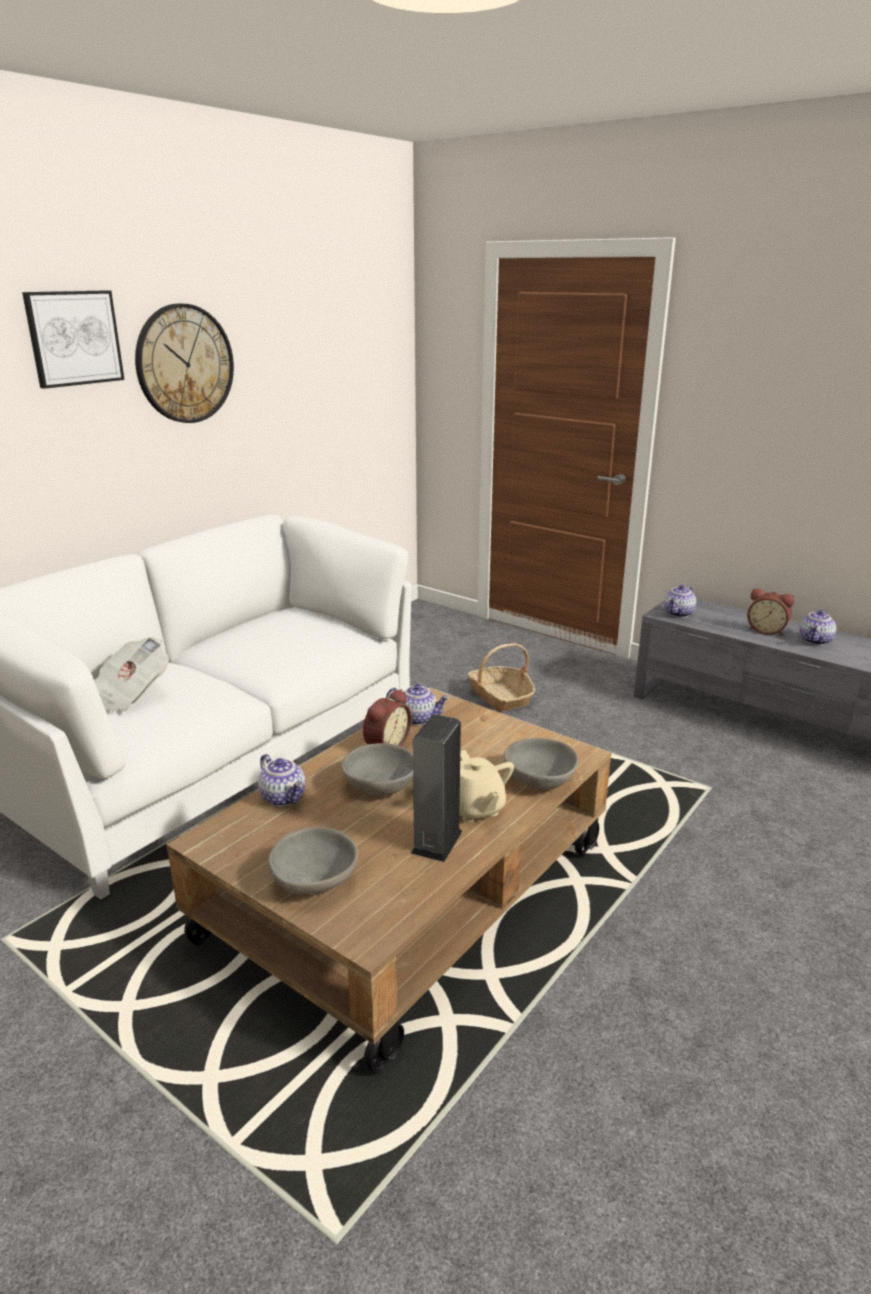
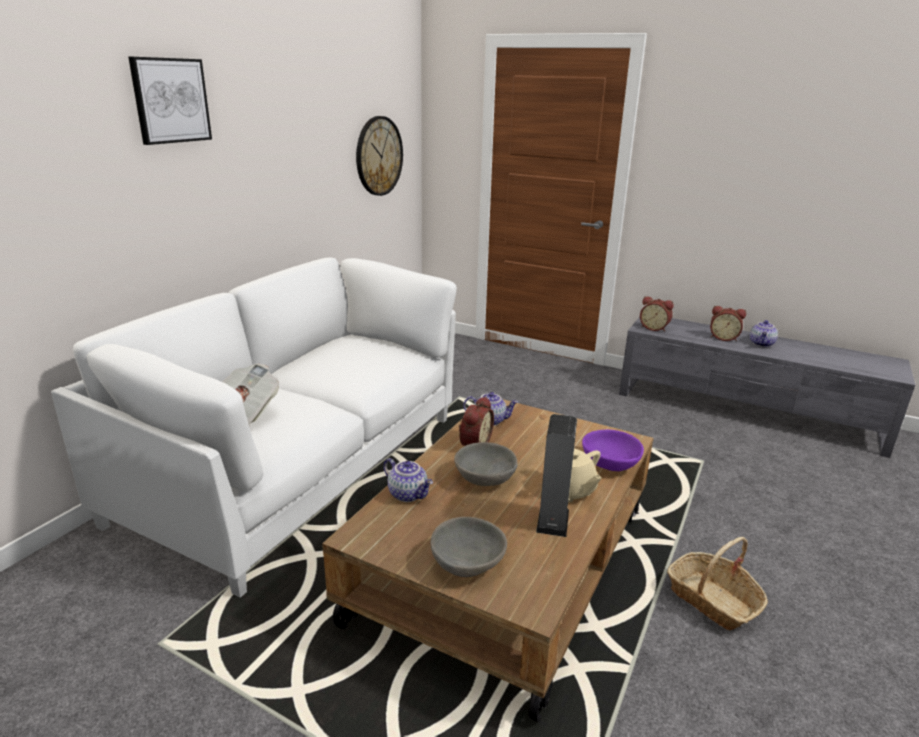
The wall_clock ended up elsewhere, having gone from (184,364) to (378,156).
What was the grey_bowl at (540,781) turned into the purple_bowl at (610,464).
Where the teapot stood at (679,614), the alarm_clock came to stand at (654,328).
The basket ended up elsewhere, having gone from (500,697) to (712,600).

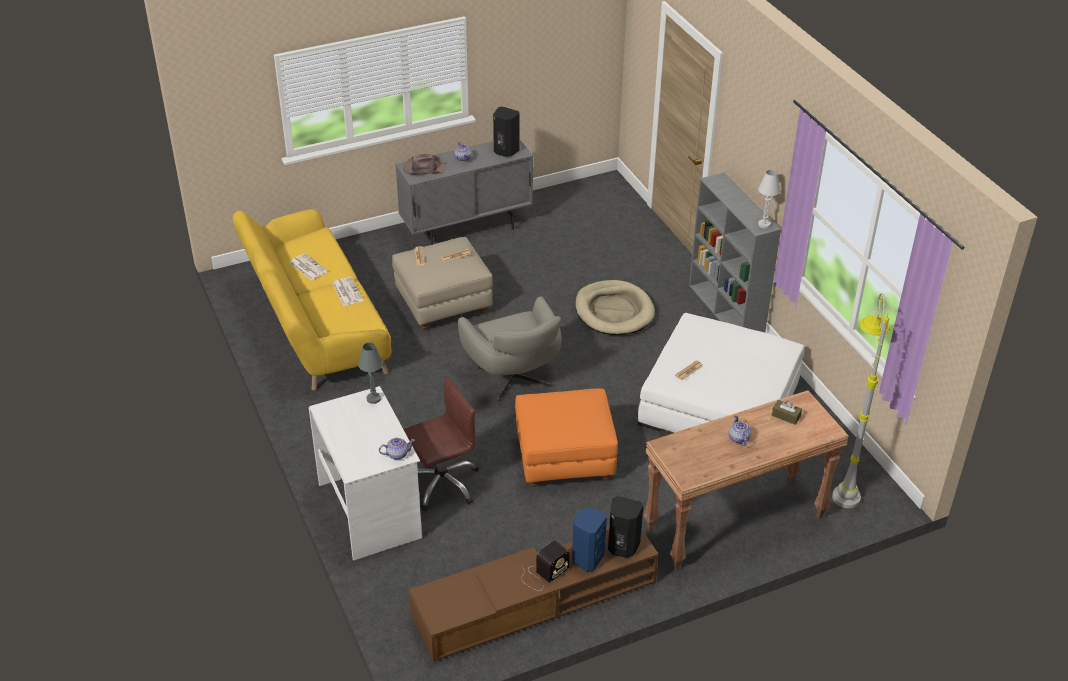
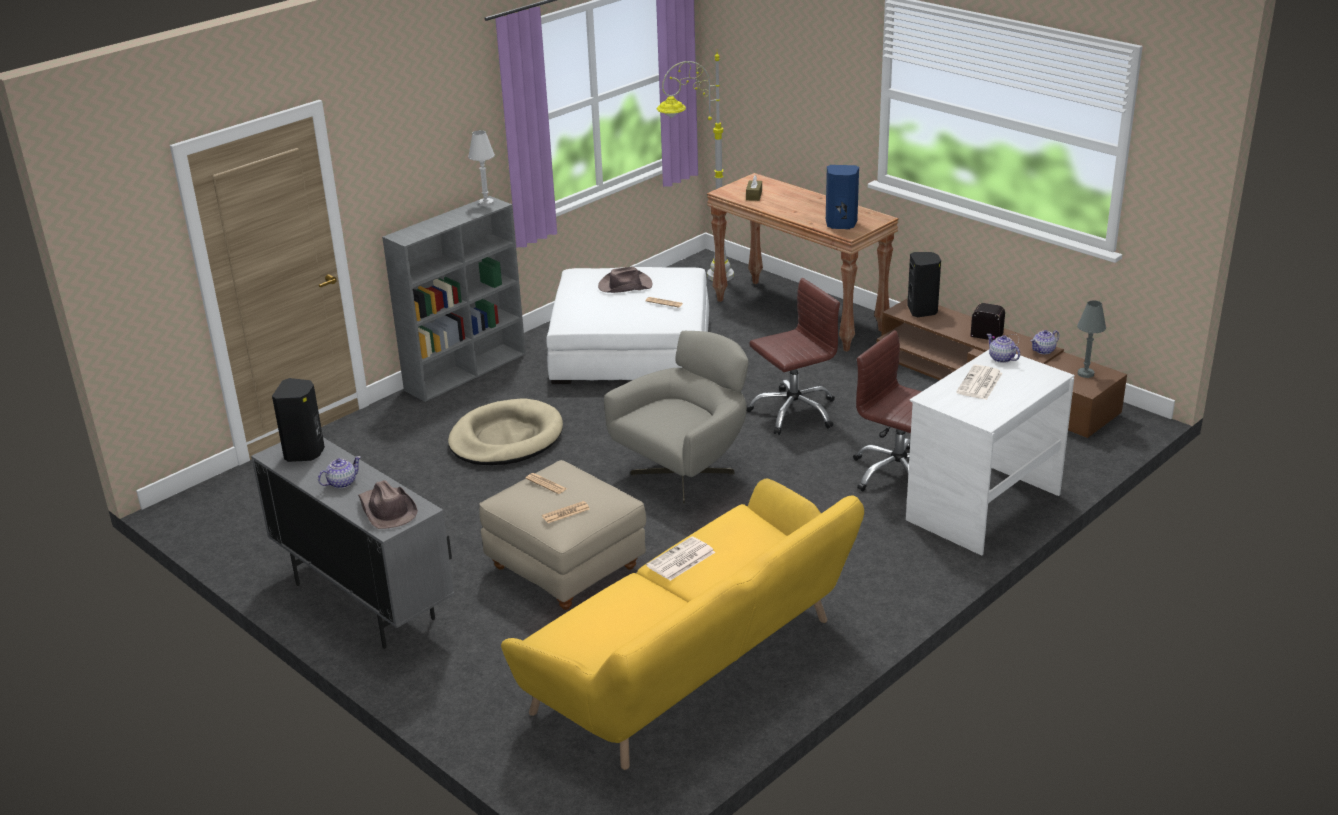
The second view gained the brown_hat at (624,285).
Where the orange_ottoman stood at (564,460), the brown_office_chair came to stand at (793,412).
The blue_speaker ended up elsewhere, having gone from (587,558) to (840,224).
The newspaper ended up elsewhere, having gone from (307,267) to (979,383).
The teapot ended up elsewhere, having gone from (738,438) to (1043,350).
The grey_table_lamp ended up elsewhere, having gone from (373,398) to (1085,374).

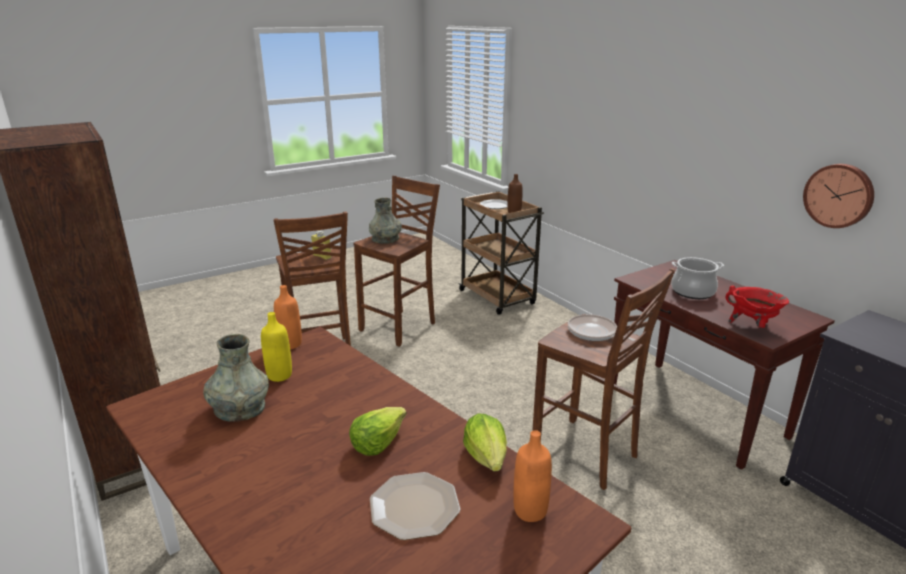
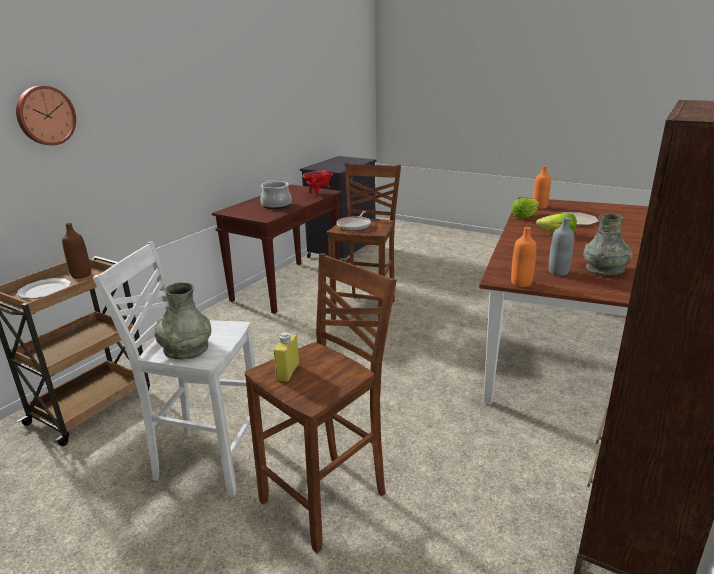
The wall_clock ended up elsewhere, having gone from (839,195) to (45,115).
What was the brown_stool at (400,327) turned into the white_stool at (207,460).
What was the yellow_bottle at (279,375) turned into the grey_bottle at (558,272).

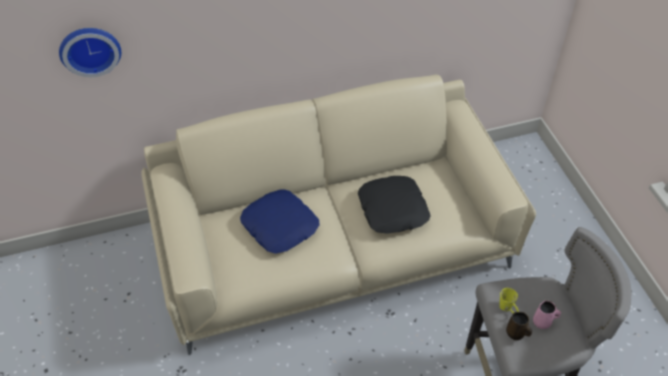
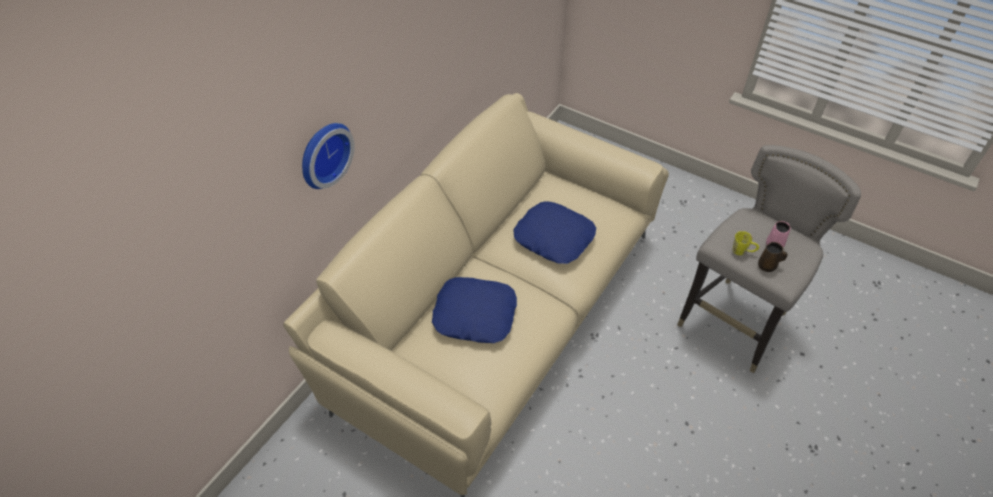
The wall_clock ended up elsewhere, having gone from (90,49) to (323,153).
What was the black_pillow at (393,209) turned into the blue_pillow at (554,237).

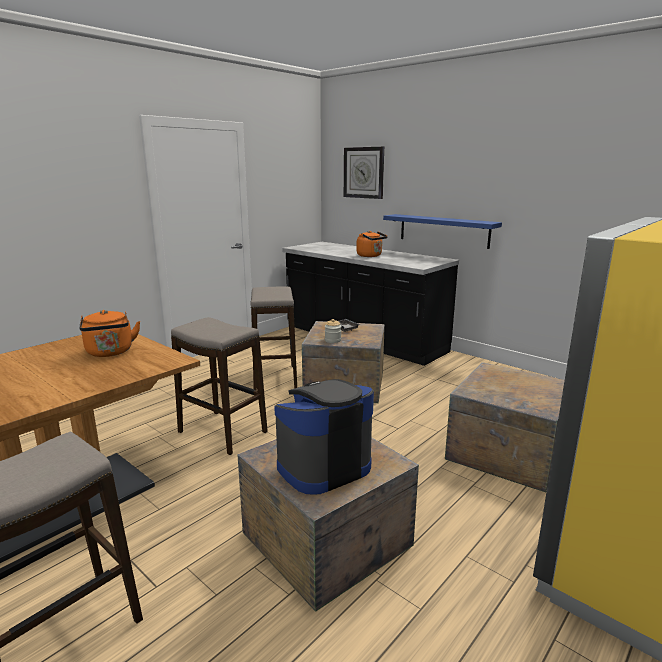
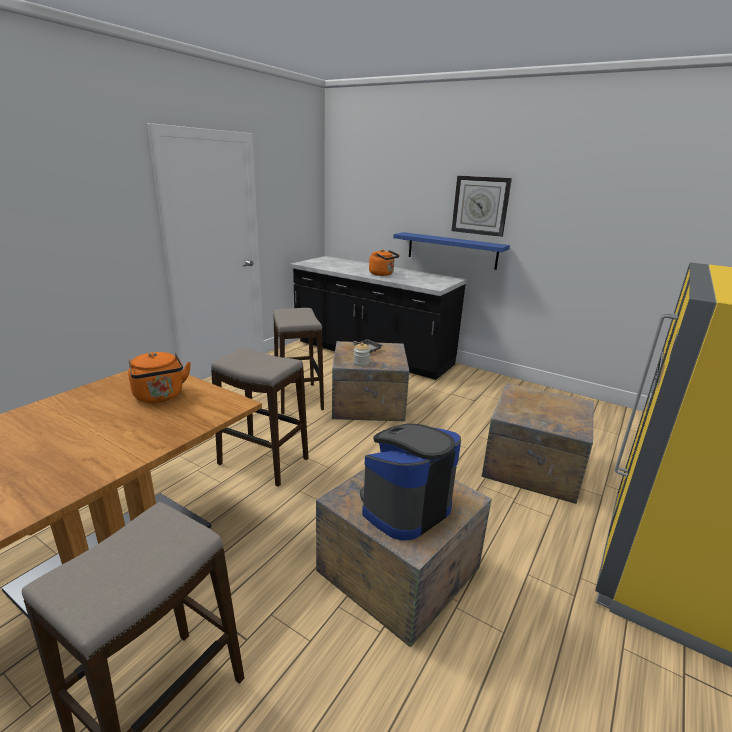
The wall_clock ended up elsewhere, having gone from (364,172) to (480,205).

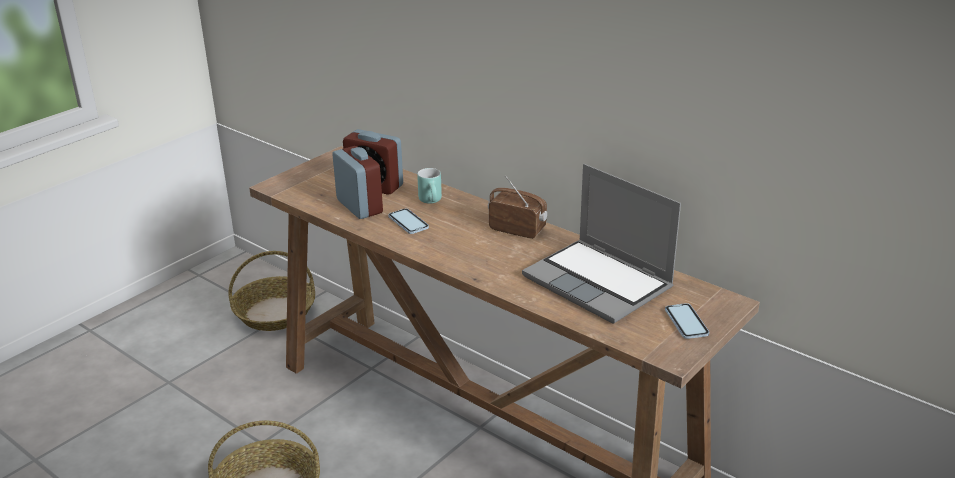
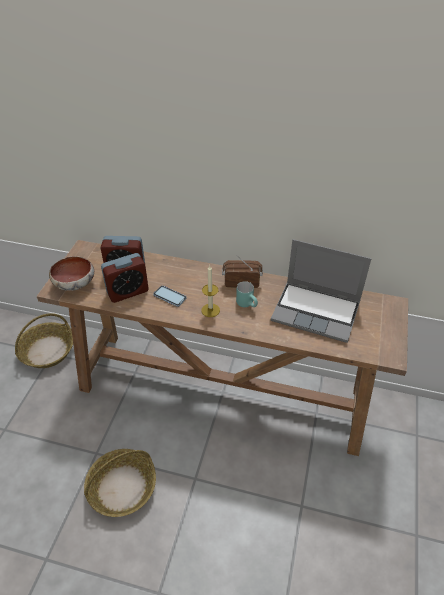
The second view gained the bowl at (75,283).
The alarm_clock at (359,206) ended up facing another way, 120 degrees clockwise from before.
The second view gained the candle at (210,310).
The turquoise_mug ended up elsewhere, having gone from (433,201) to (248,304).
The second view lost the phone at (686,322).

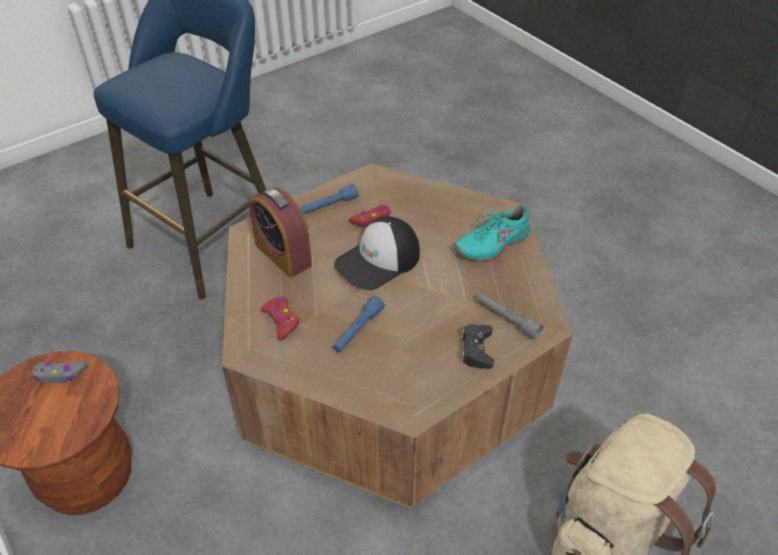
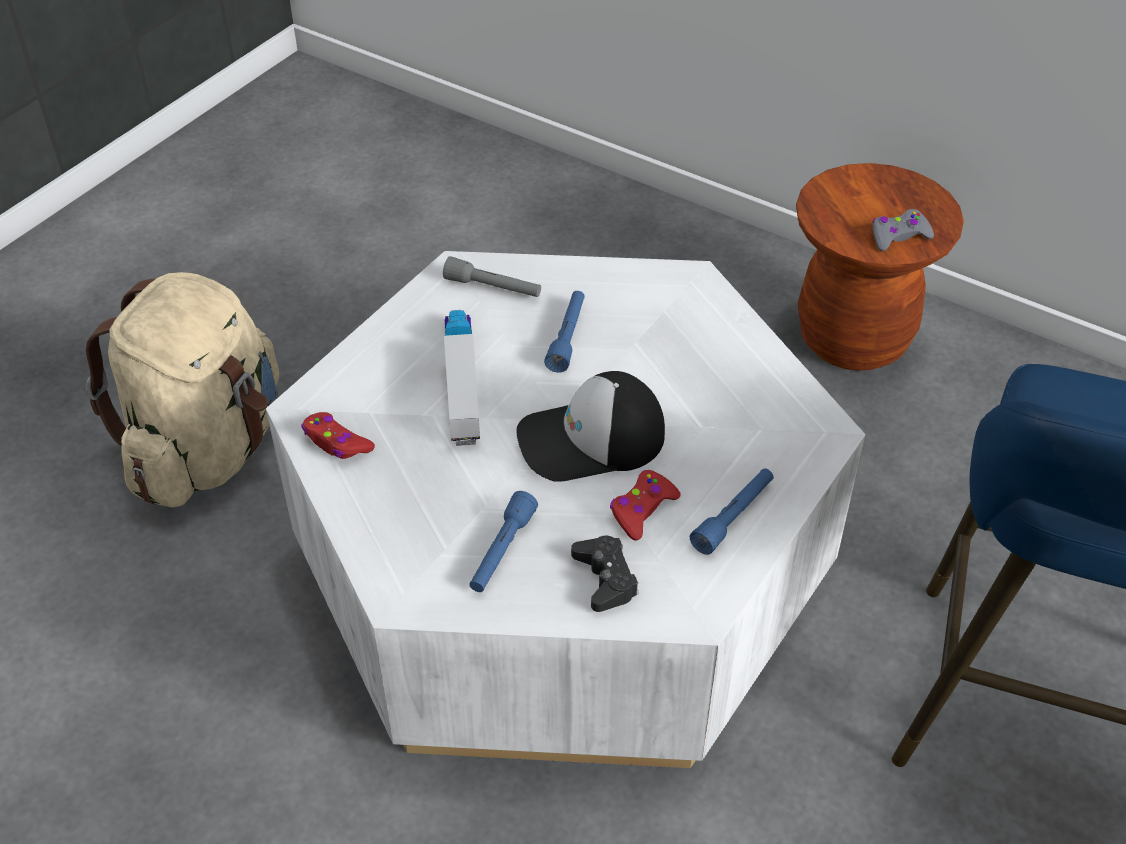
What was the brown_coffee_table at (389,366) turned into the white_coffee_table at (562,567).
The red_game_controller ended up elsewhere, having gone from (281,320) to (336,442).
The grey_flashlight ended up elsewhere, having gone from (507,319) to (493,288).
The second view gained the toy_truck at (461,383).
The second view gained the blue_flashlight at (502,551).
The cap at (378,261) ended up facing another way, 135 degrees counterclockwise from before.
The black_game_controller ended up elsewhere, having gone from (476,350) to (605,578).
The second view lost the alarm_clock at (283,254).
The second view lost the turquoise_shoe at (492,243).

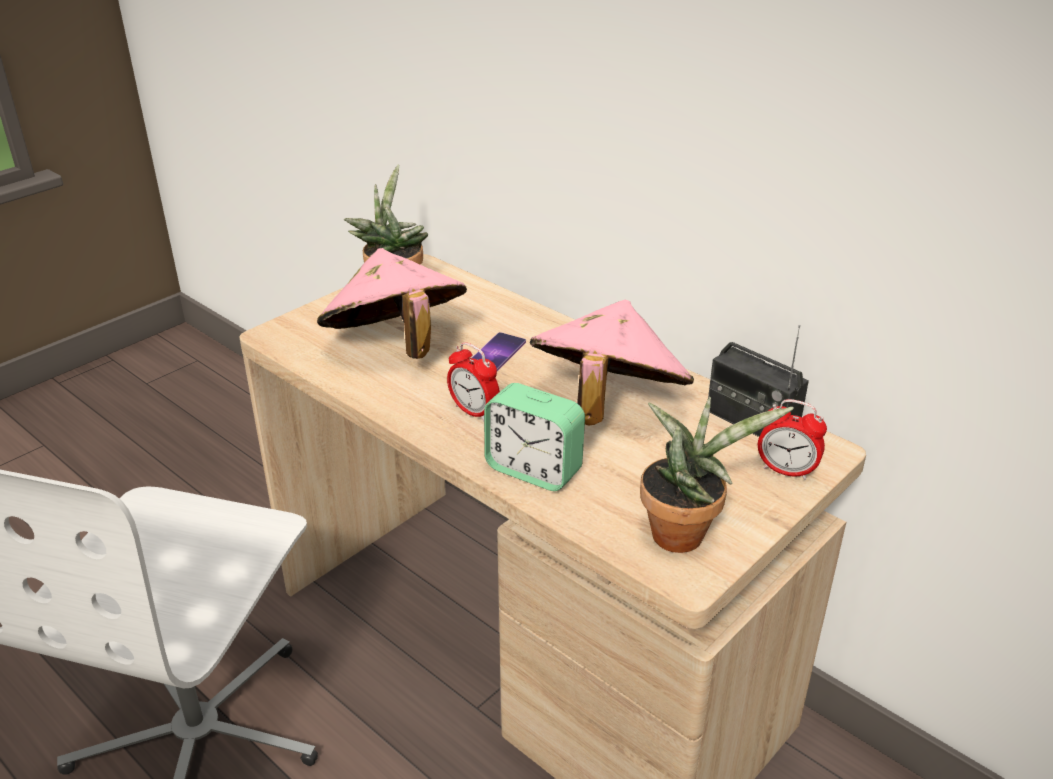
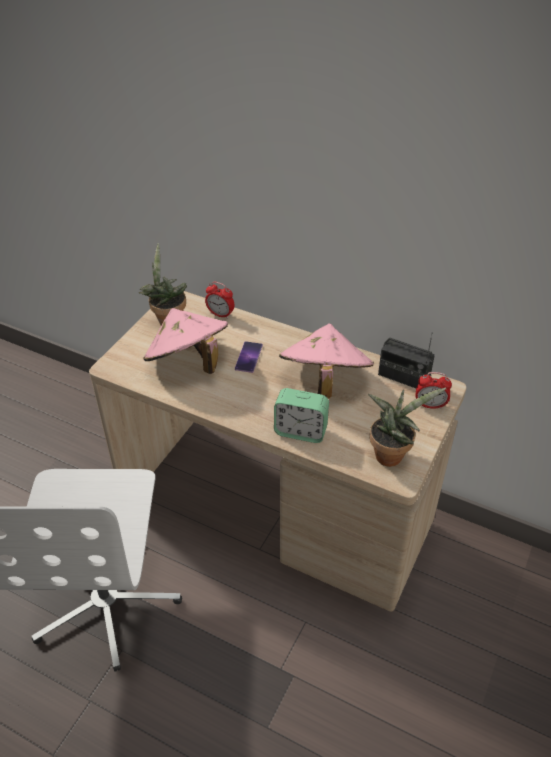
The alarm_clock ended up elsewhere, having gone from (474,411) to (220,314).

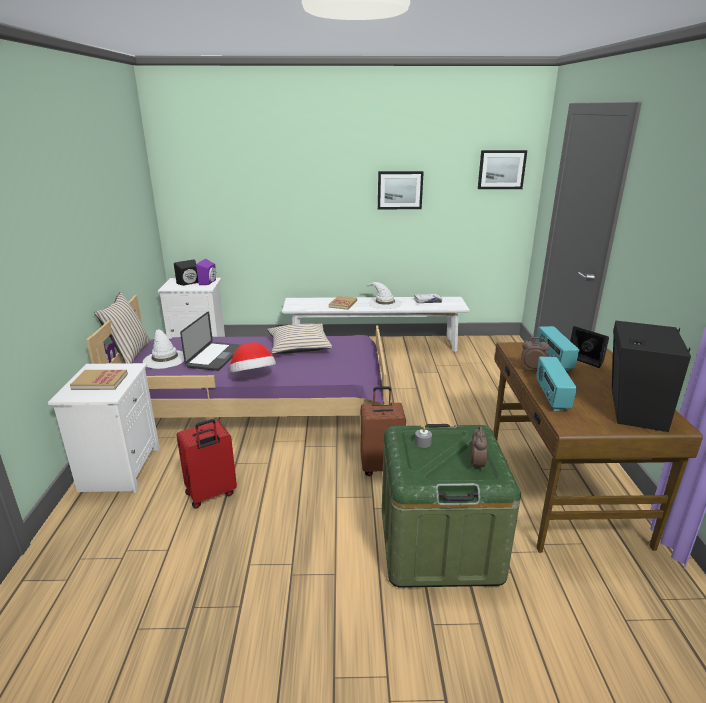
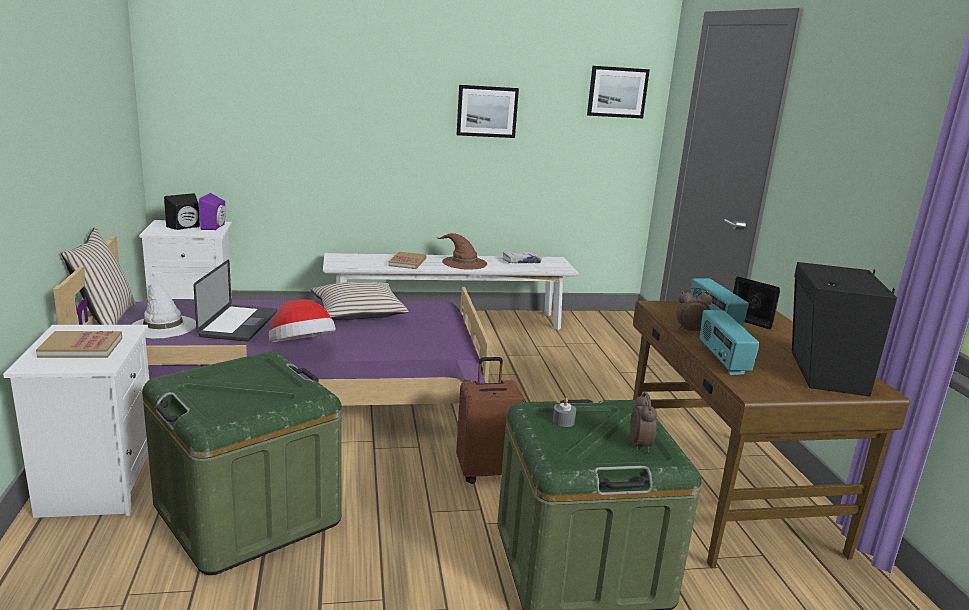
Where the red_suitcase stood at (211,494), the green_storage_box came to stand at (247,514).
What was the white_hat at (384,303) turned into the brown_hat at (463,262).

